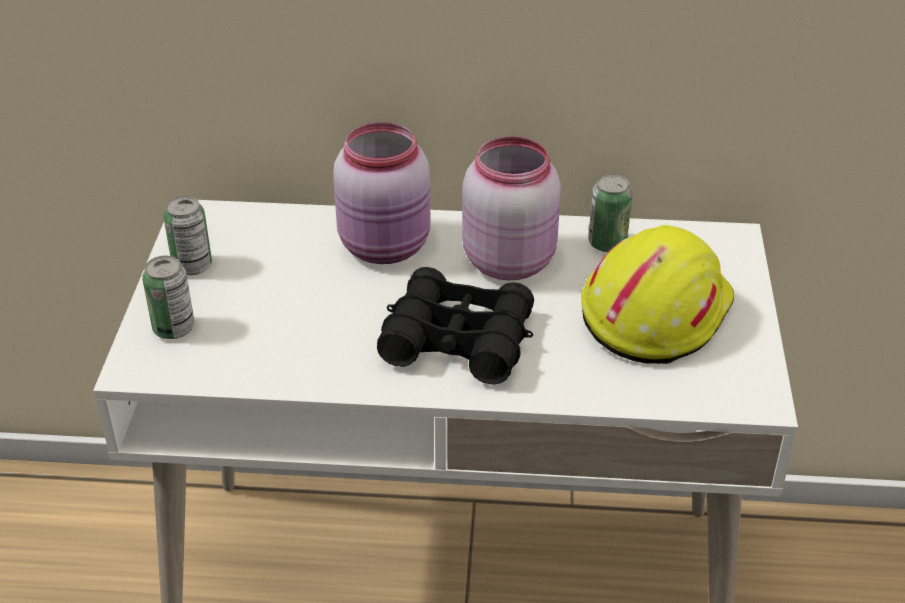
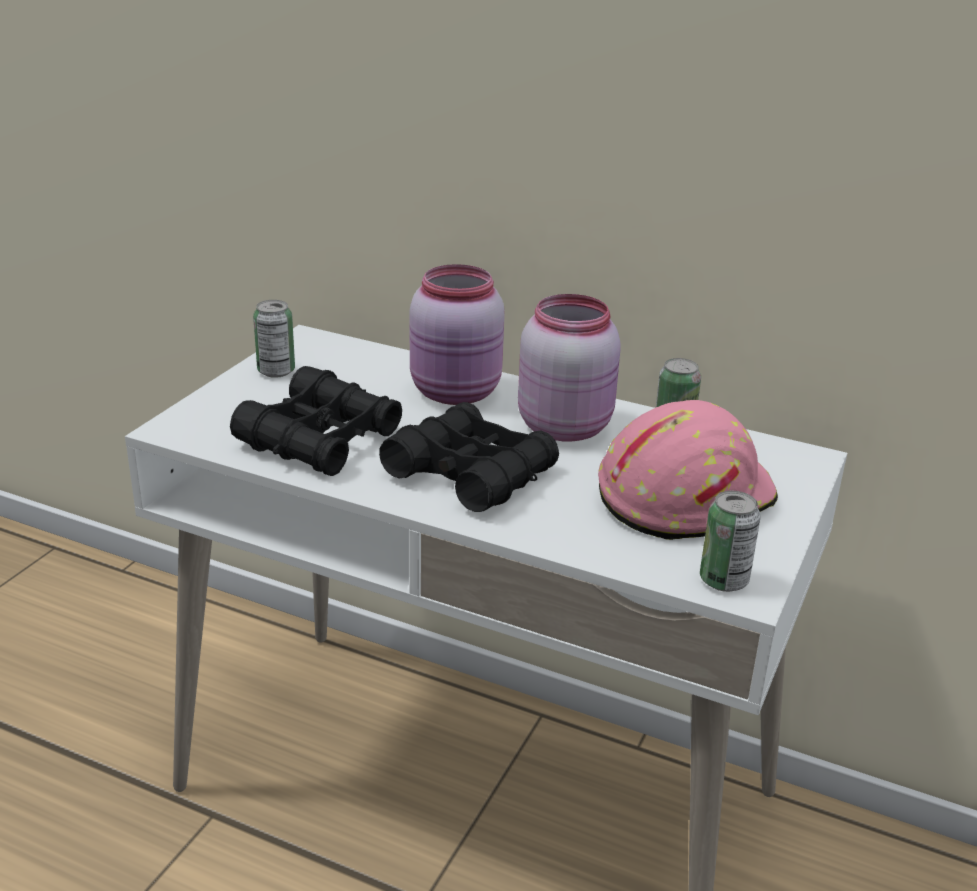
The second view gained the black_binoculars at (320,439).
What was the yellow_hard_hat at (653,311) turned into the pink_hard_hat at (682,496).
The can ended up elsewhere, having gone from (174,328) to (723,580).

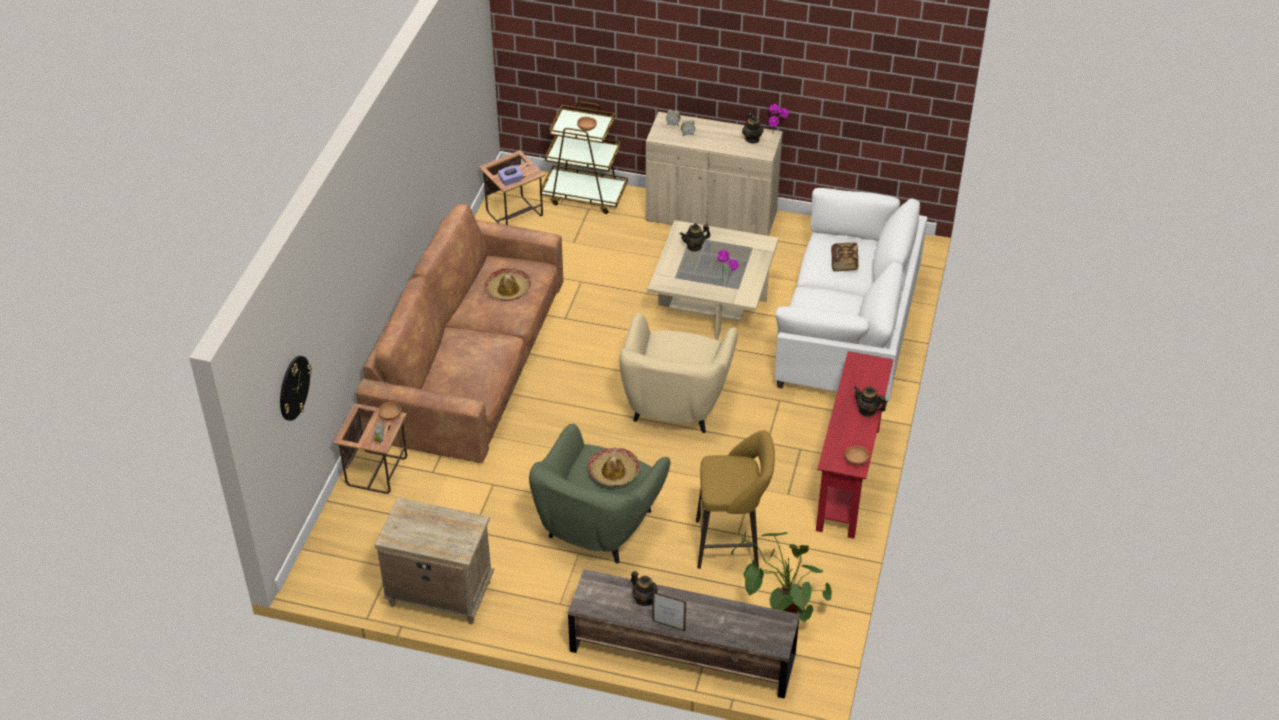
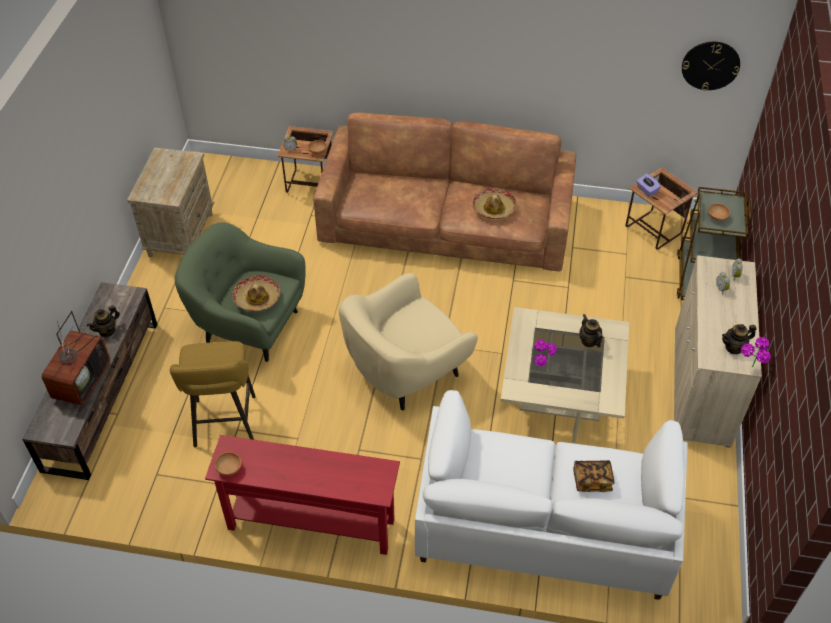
The second view gained the television at (81,379).
The beige_armchair at (675,404) ended up facing another way, 45 degrees counterclockwise from before.
The wall_clock ended up elsewhere, having gone from (293,387) to (710,65).
The second view lost the potted_plant at (779,607).
The second view lost the teapot at (867,411).

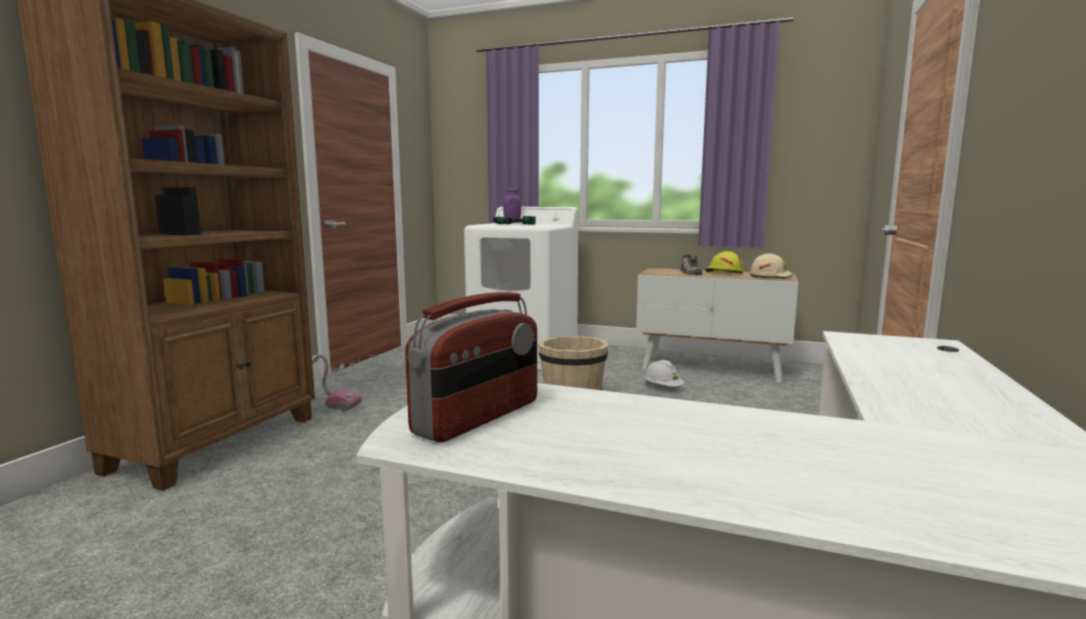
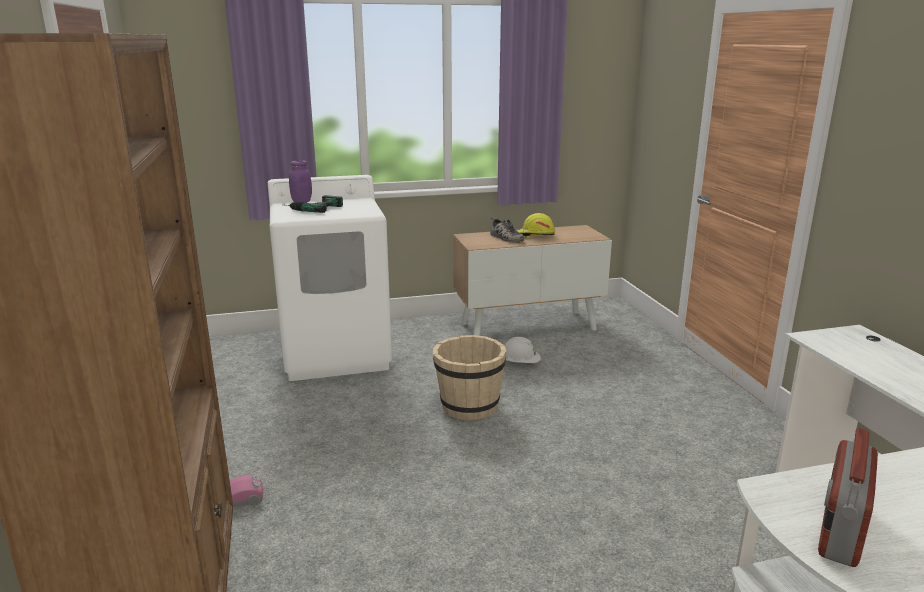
The radio at (479,417) ended up facing another way, 150 degrees counterclockwise from before.
The second view lost the beige_hard_hat at (771,276).

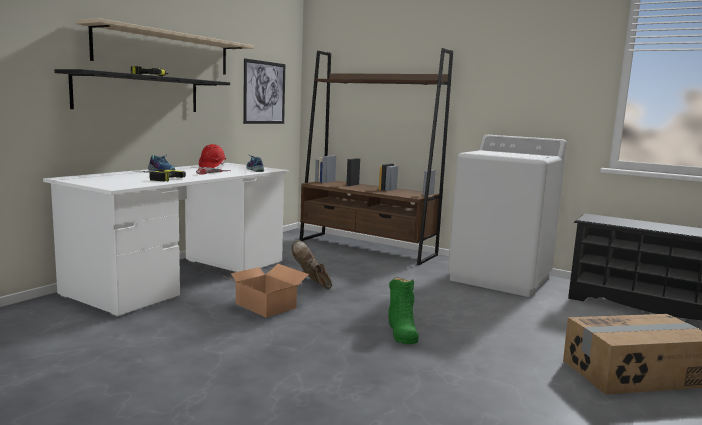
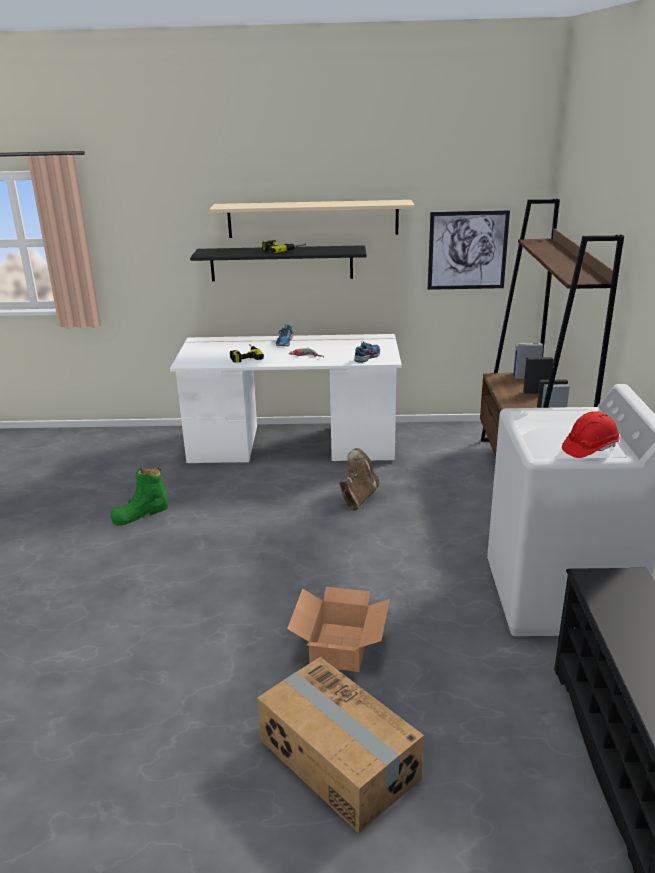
The green_boot ended up elsewhere, having gone from (402,331) to (140,514).
The cardboard_box ended up elsewhere, having gone from (265,306) to (339,647).
The red_hard_hat ended up elsewhere, having gone from (212,166) to (589,448).

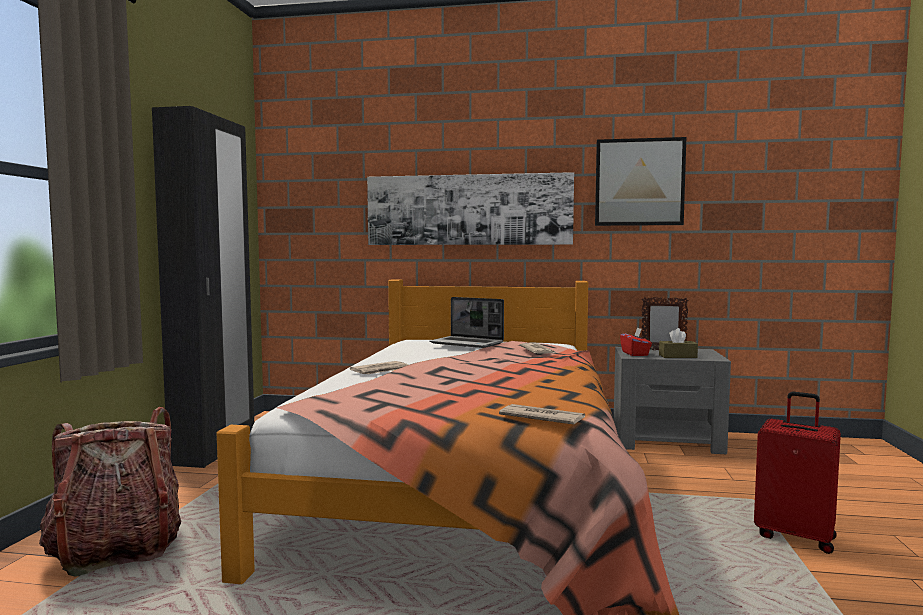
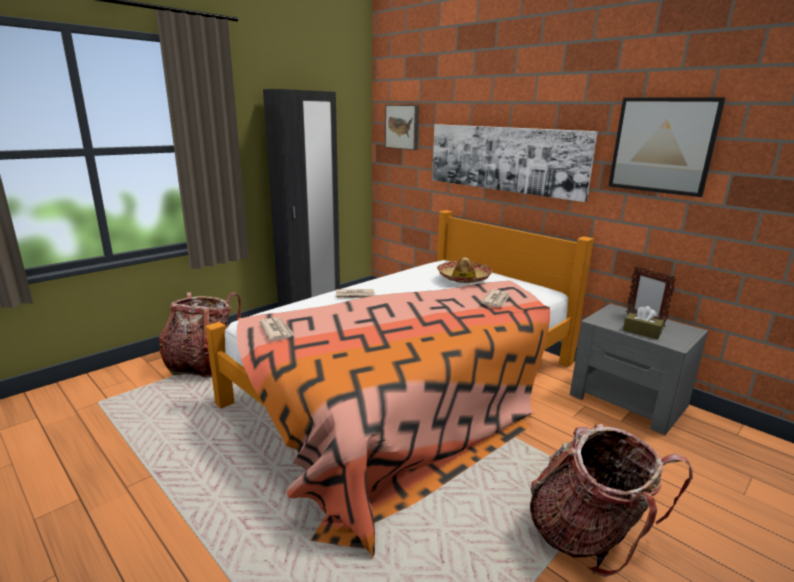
The newspaper ended up elsewhere, having gone from (541,418) to (277,330).
The second view gained the picture at (403,127).
Where the laptop stood at (468,343), the hat came to stand at (463,278).
Where the red_suitcase stood at (795,536), the backpack came to stand at (589,536).
The second view lost the red_tissue_box at (635,354).

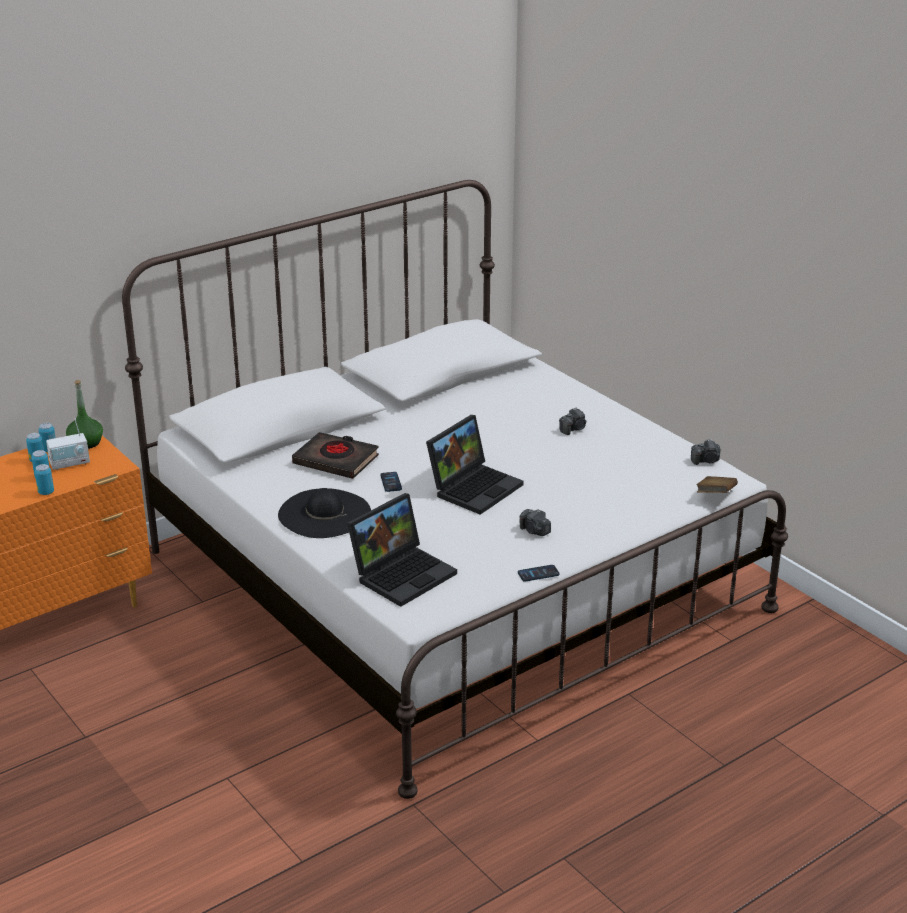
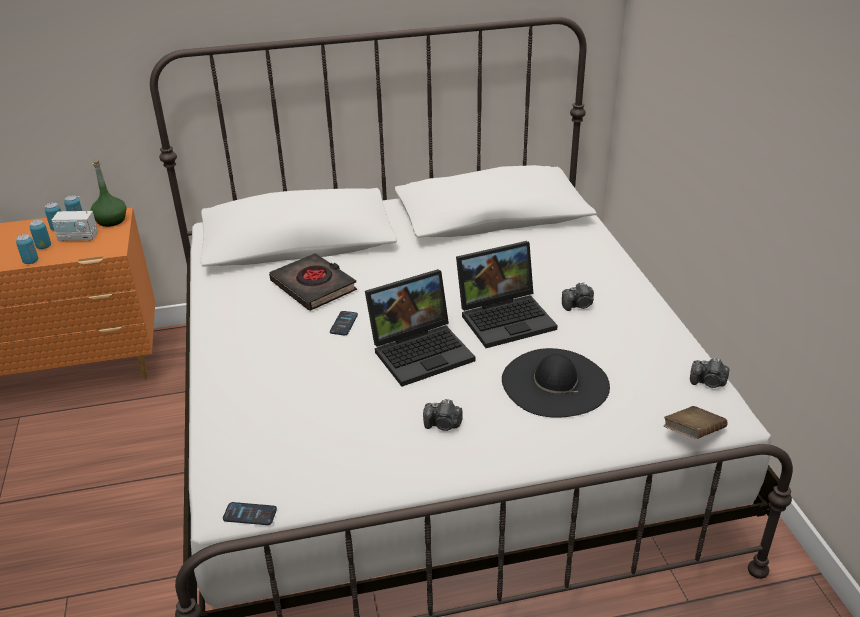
The phone ended up elsewhere, having gone from (538,574) to (250,514).
The photo_camera at (534,531) ended up facing another way, 60 degrees counterclockwise from before.
The laptop ended up elsewhere, having gone from (403,573) to (506,317).
The black_hat ended up elsewhere, having gone from (324,513) to (555,383).

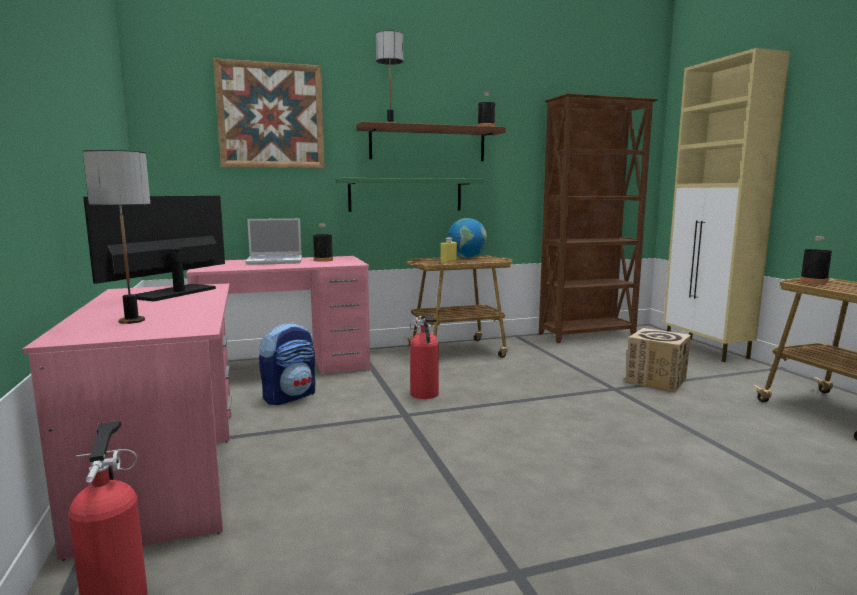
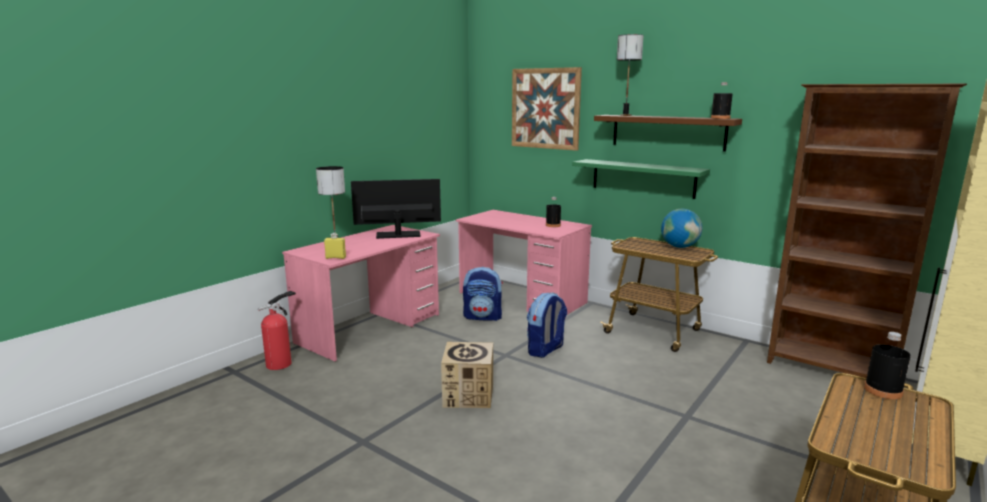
The yellow_bottle ended up elsewhere, having gone from (448,262) to (335,258).
The cardboard_box ended up elsewhere, having gone from (656,381) to (468,395).
Where the fire_extinguisher stood at (425,395), the backpack came to stand at (546,350).
The second view lost the laptop at (275,261).

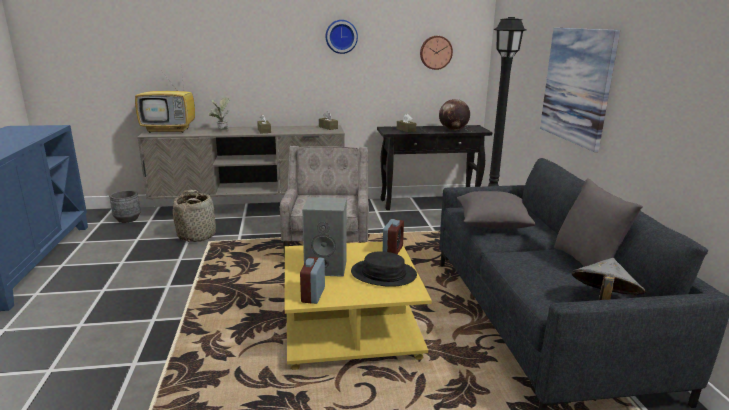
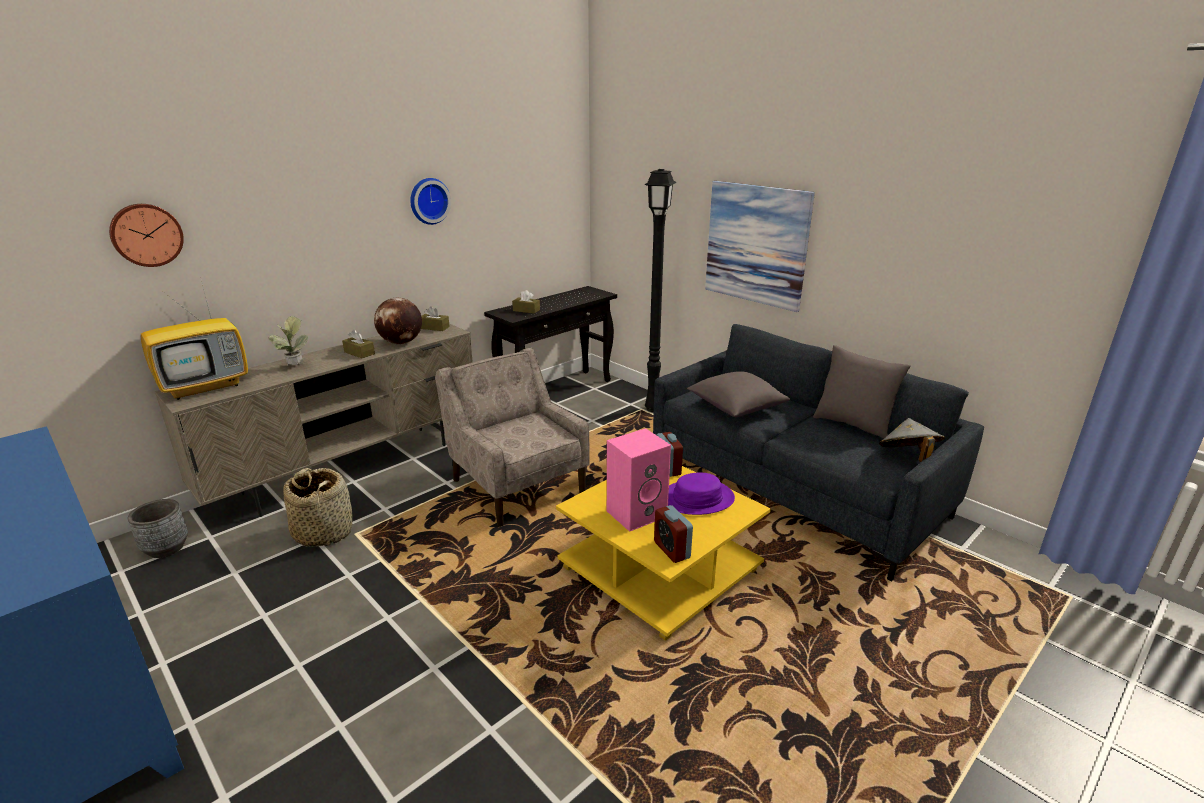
The wall_clock ended up elsewhere, having gone from (435,52) to (146,235).
The globe ended up elsewhere, having gone from (453,130) to (401,343).
What was the grey_speaker at (327,267) turned into the pink_speaker at (637,512).
What was the black_hat at (383,274) turned into the purple_hat at (697,498).

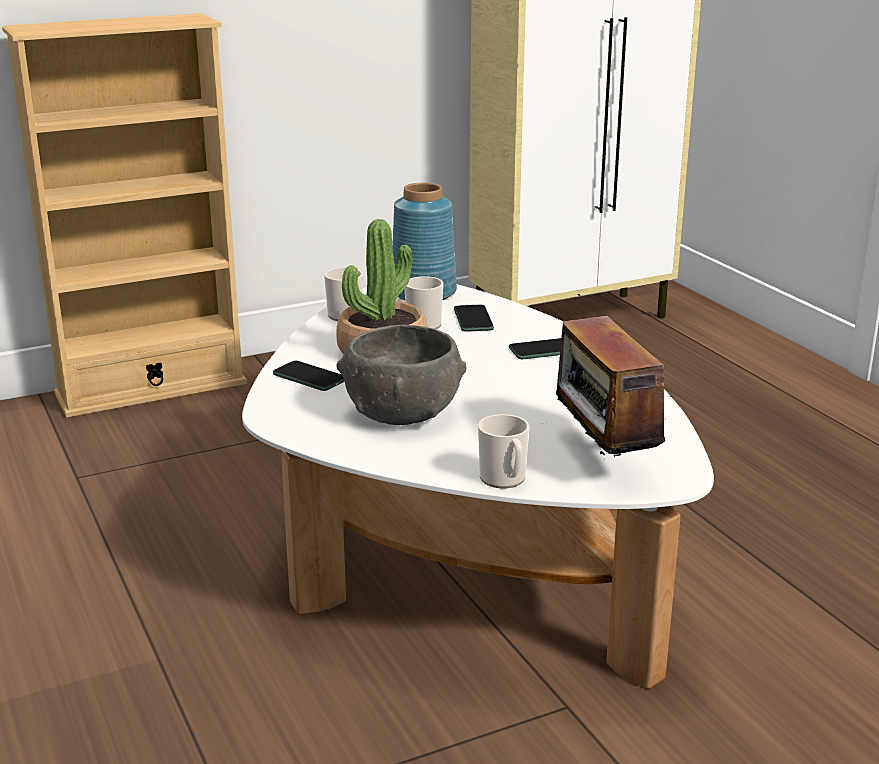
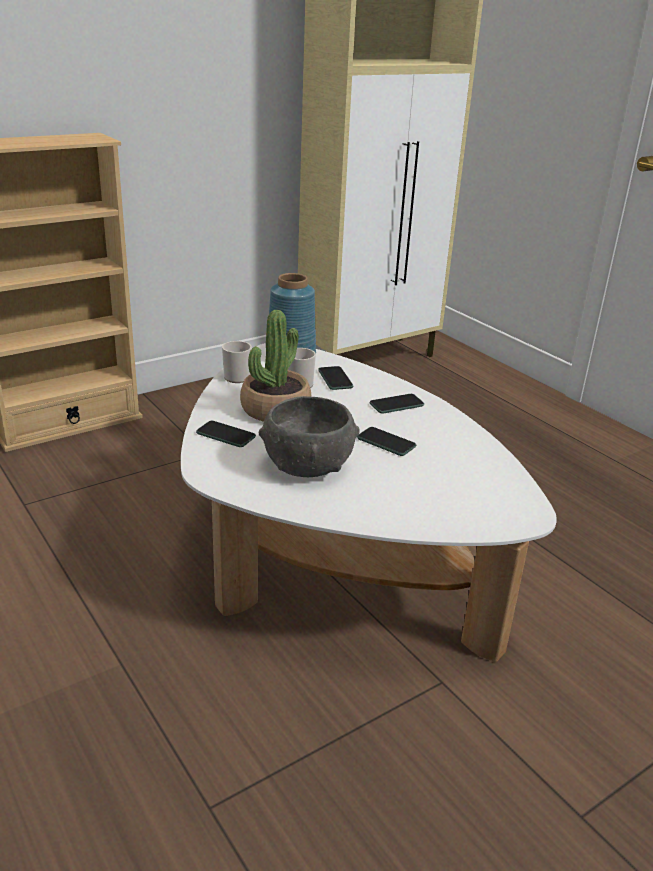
The second view gained the phone at (386,442).
The second view lost the mug at (504,480).
The second view lost the radio at (602,460).

